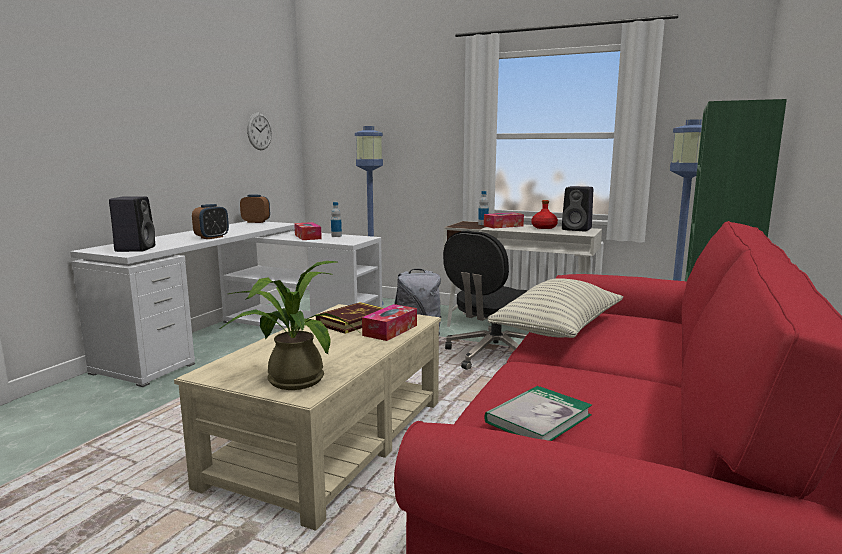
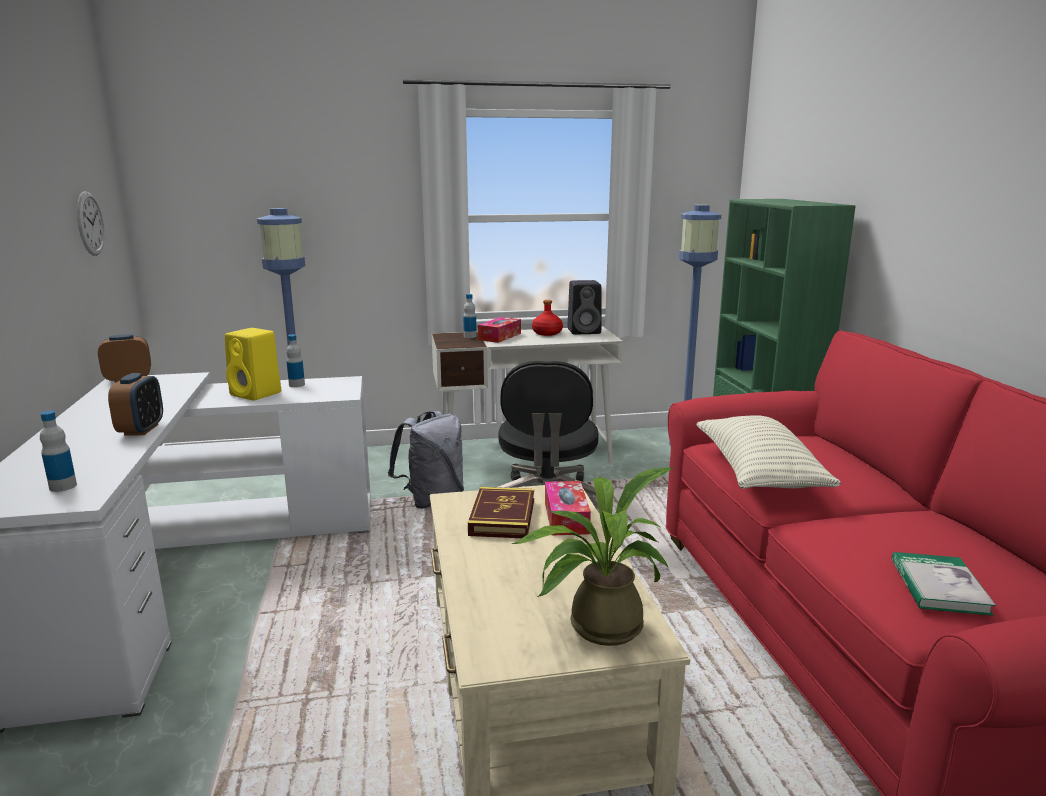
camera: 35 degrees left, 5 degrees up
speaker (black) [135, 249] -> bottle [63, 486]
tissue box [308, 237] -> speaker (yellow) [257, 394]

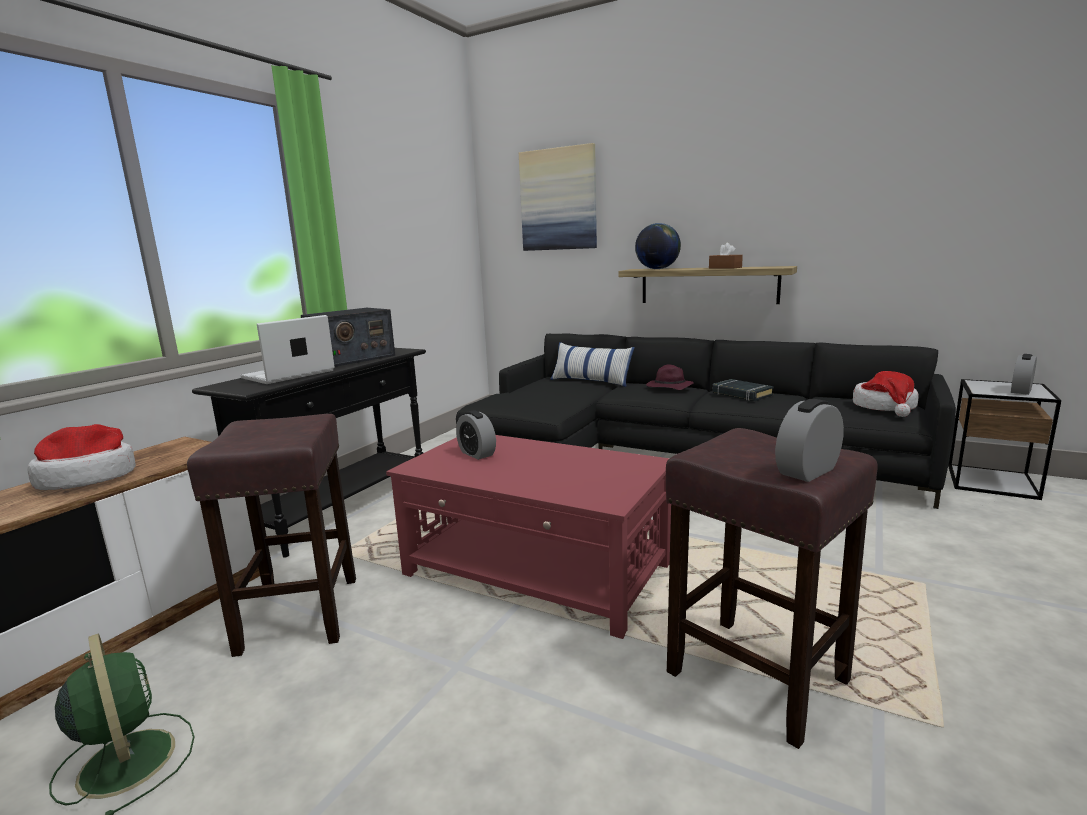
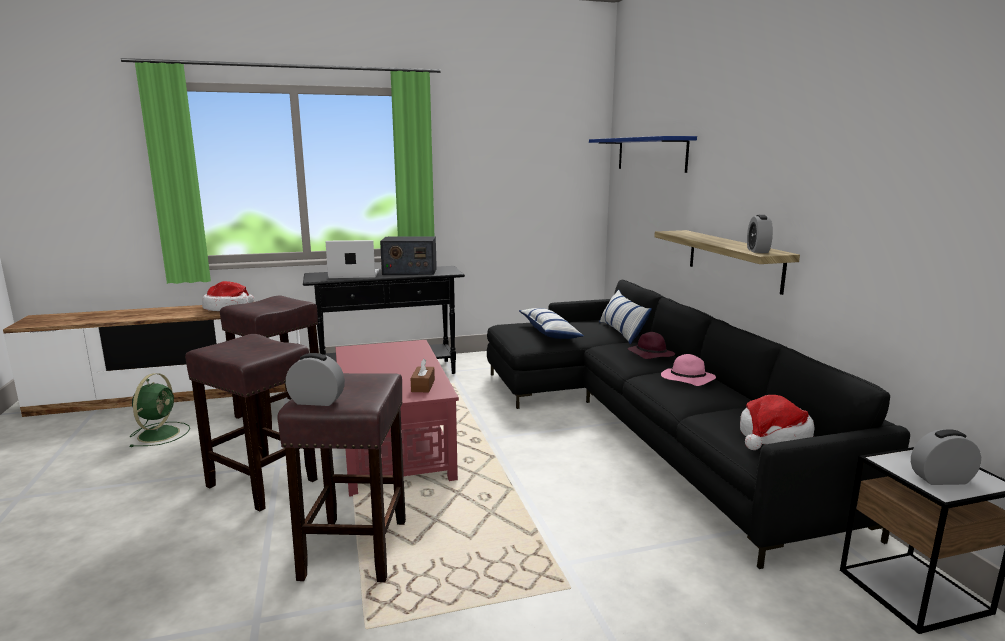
camera: 45 degrees right, 0 degrees up
none -> stool (brown) [264, 483]
tissue box (brown) [725, 268] -> tissue box (brown) [423, 386], moved
none -> pillow [549, 332]
picture [558, 199] -> shelf (blue) [651, 154]
book (black) [741, 394] -> hat (pink) [686, 379]
alarm clock [477, 454] -> alarm clock [757, 251], moved
globe [657, 269] -> none

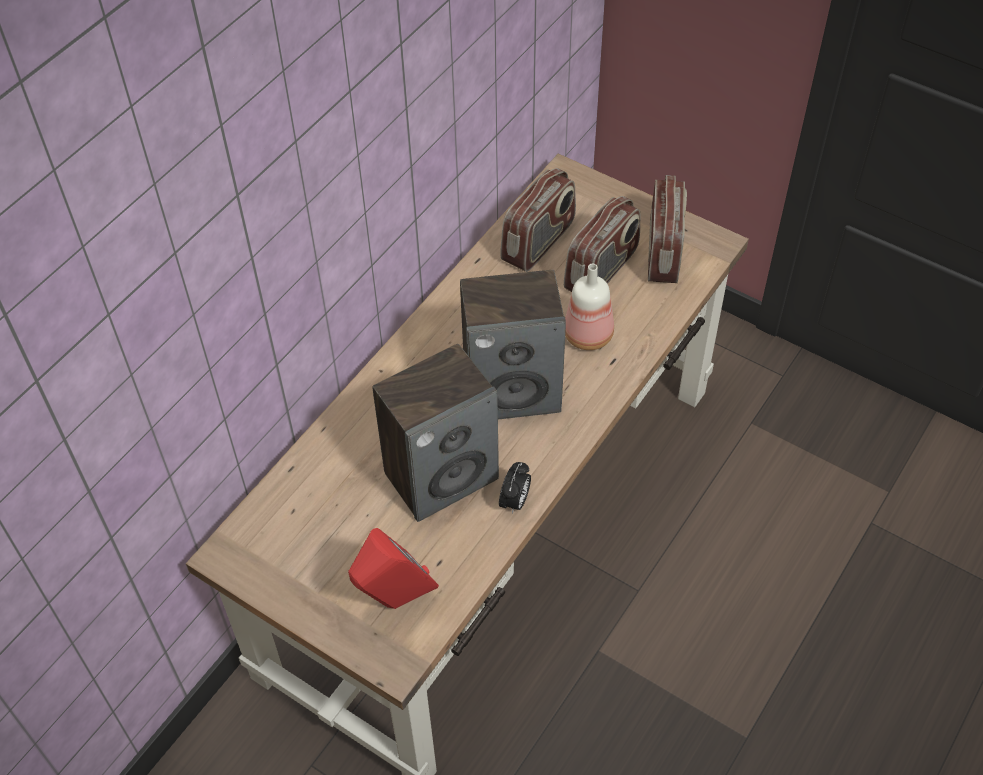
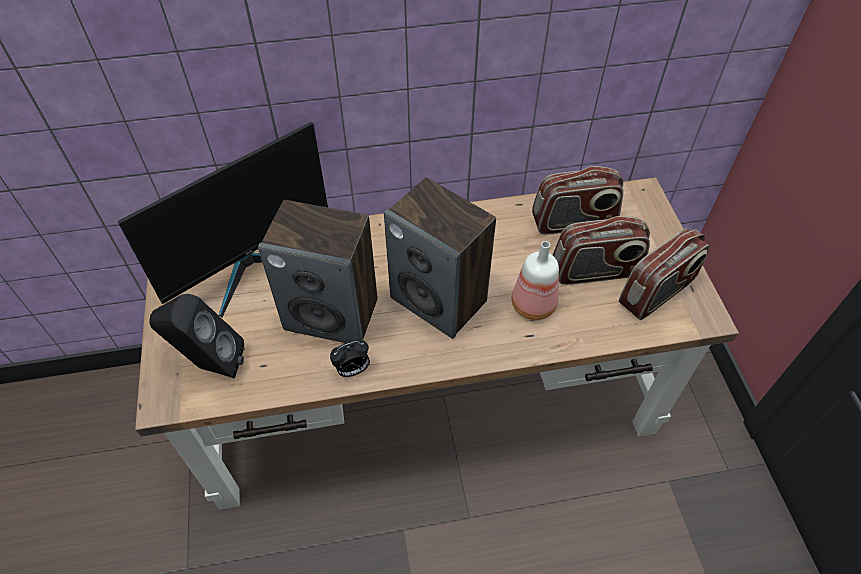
camera: 45 degrees right, 0 degrees up
none -> monitor [252, 266]
speaker (red) [394, 601] -> speaker (black) [210, 365]

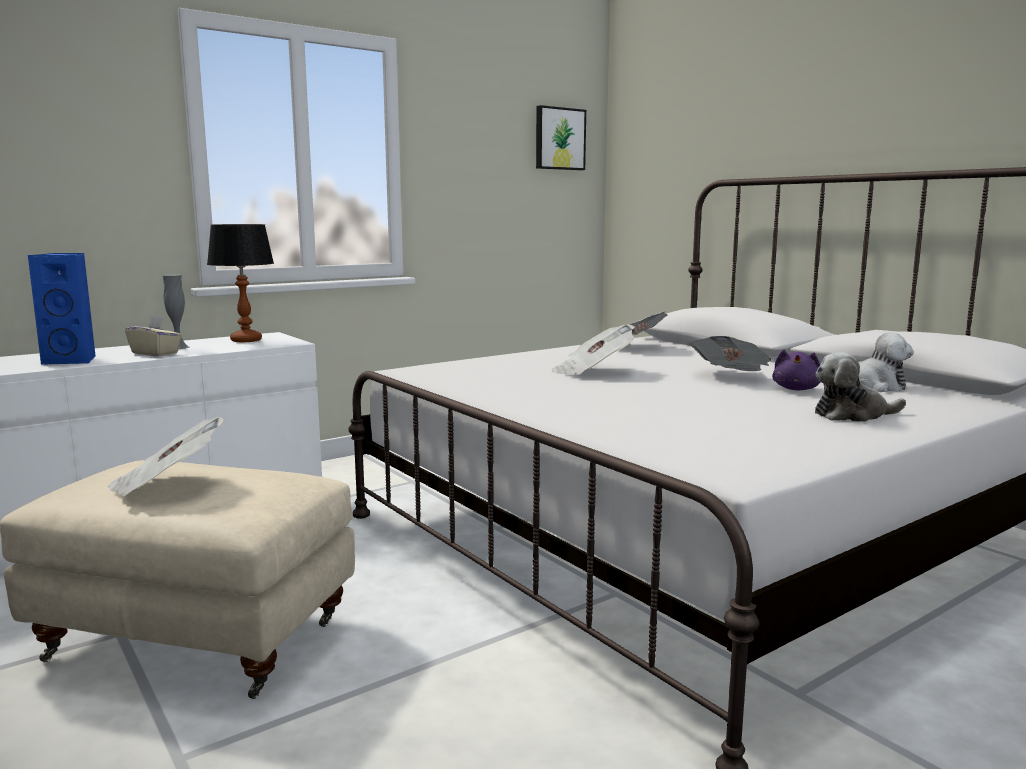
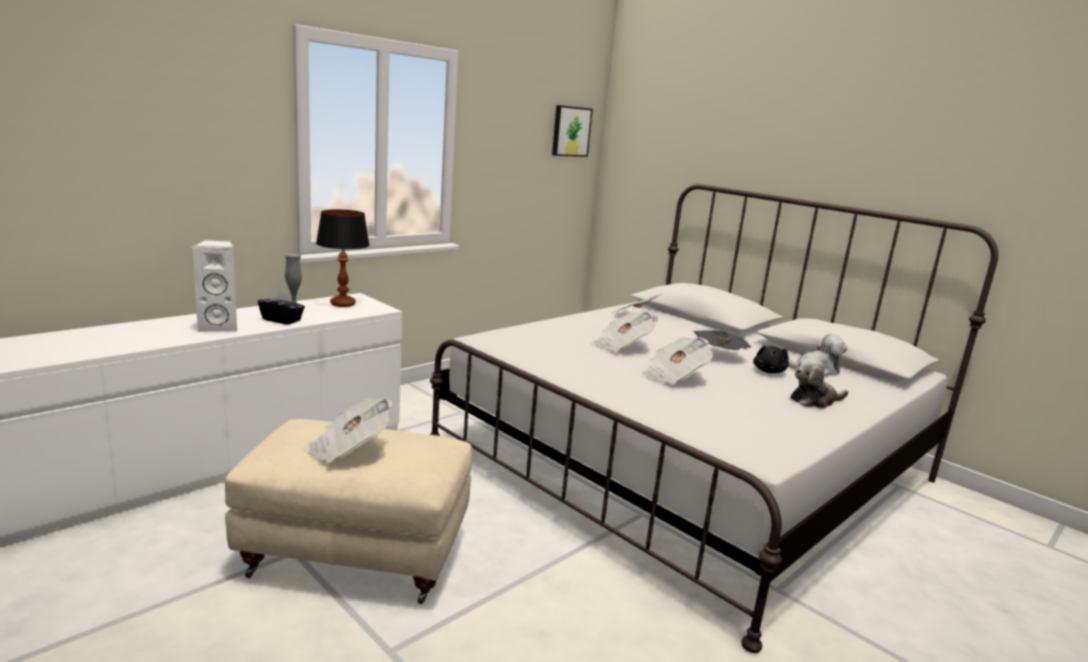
camera: 10 degrees left, 5 degrees up
speaker (blue) [73, 360] -> speaker (white) [220, 327]
tissue box (beige) [155, 353] -> tissue box (black) [282, 320]
none -> newspaper [673, 377]
plush toy (purple) [796, 389] -> plush toy (black) [769, 371]

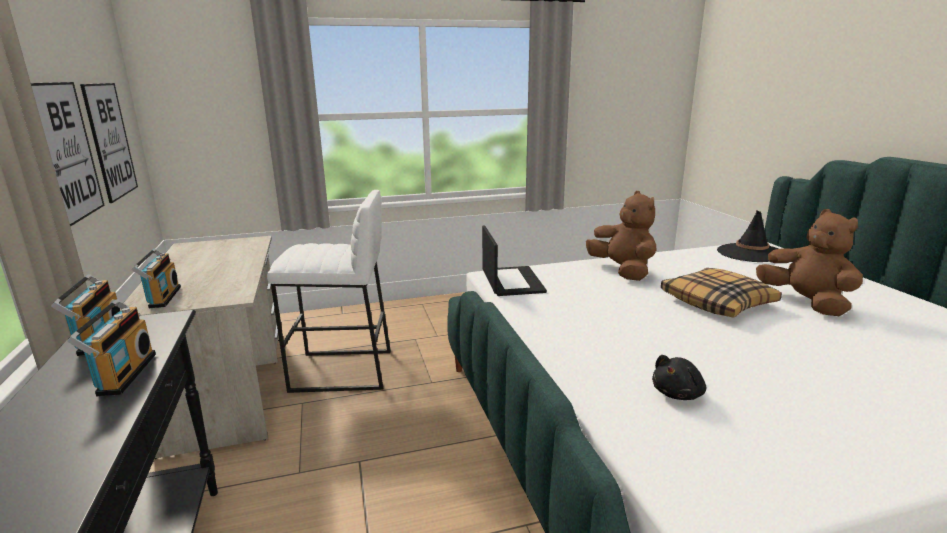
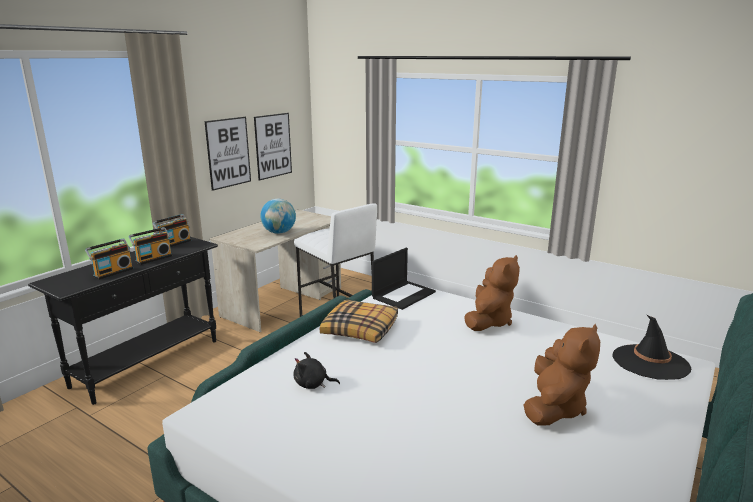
camera: 50 degrees right, 0 degrees up
radio [162, 297] -> radio [113, 272], moved
none -> globe [279, 232]
pillow [717, 302] -> pillow [360, 329], moved

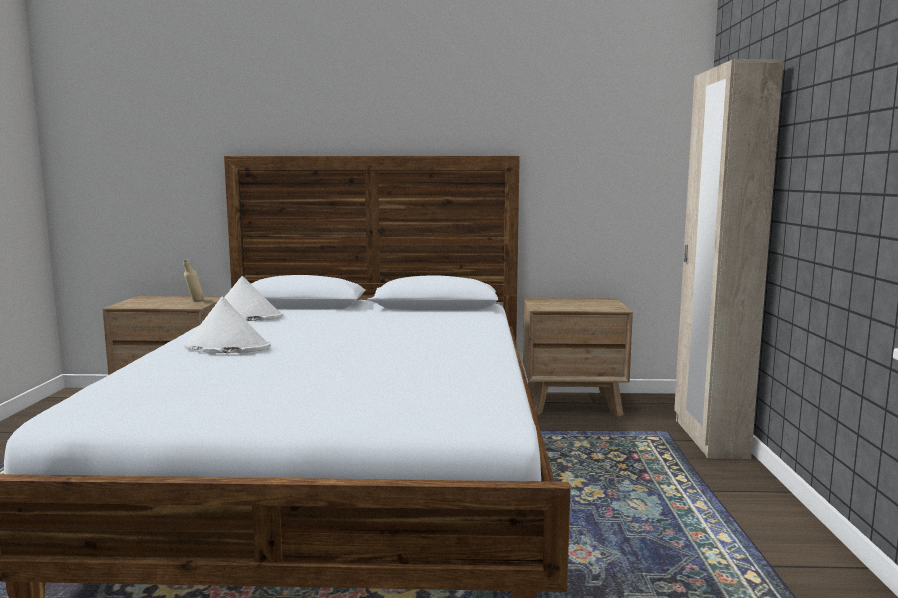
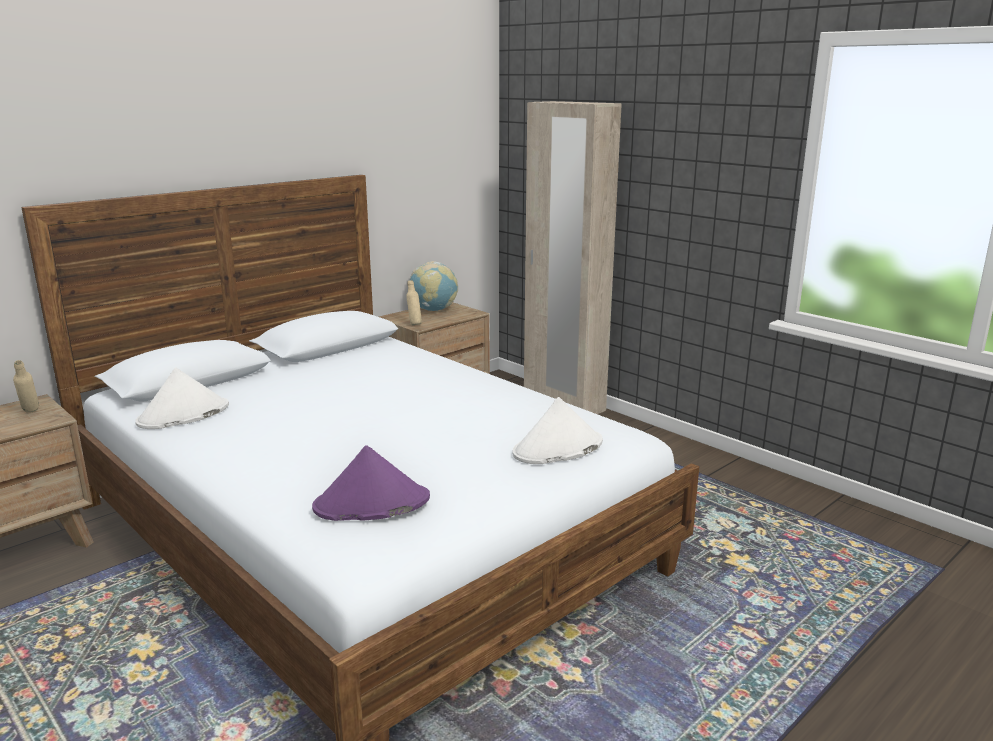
camera: 45 degrees left, 10 degrees up
none -> hat (purple) [371, 504]
none -> bottle (beige) [414, 324]
none -> globe [433, 310]
hat (white) [226, 347] -> hat (white) [557, 448], moved

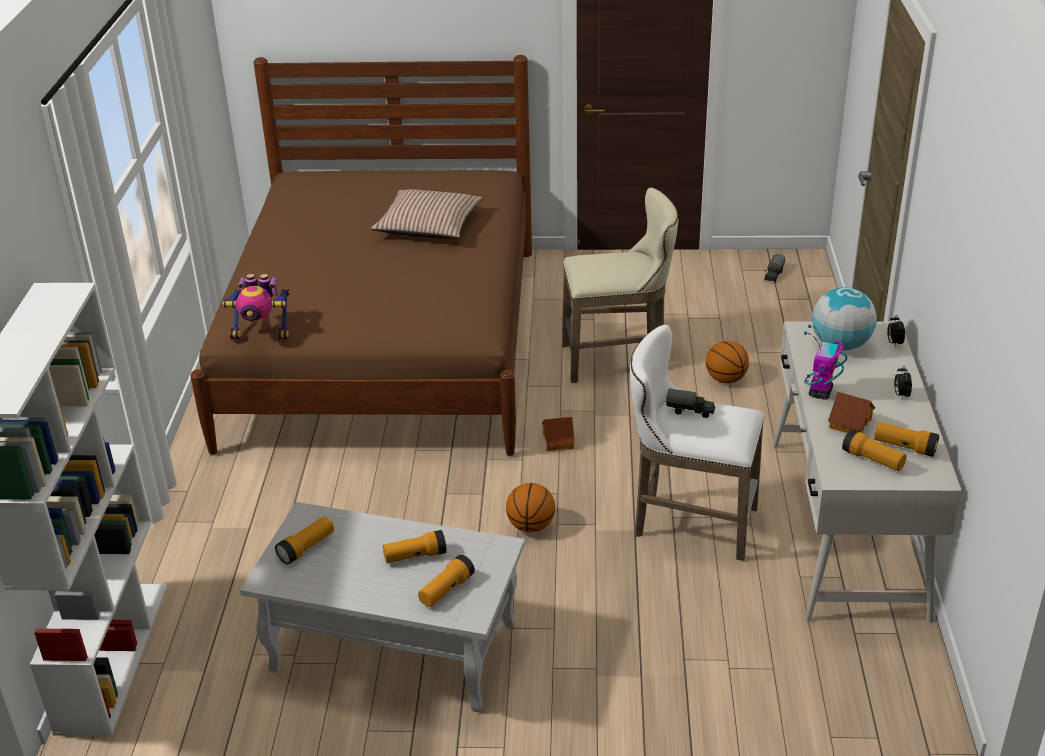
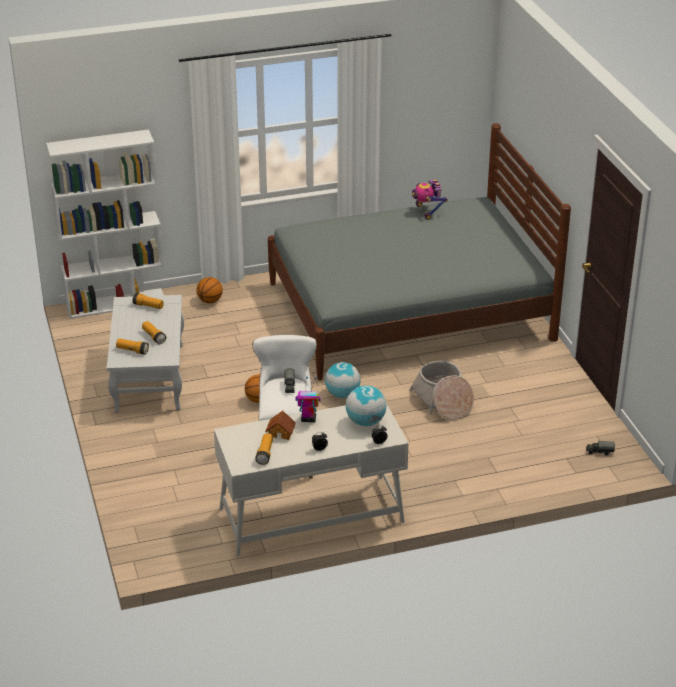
camera: 70 degrees right, 0 degrees up
basketball [726, 379] -> basketball [210, 301], moved
bed (brown) [385, 343] -> bed (grey) [409, 311]
toy house [558, 441] -> globe [342, 394]
stool (beige) [619, 360] -> basket [443, 401]
toy robot [261, 334] -> toy robot [427, 211], moved
pillow [428, 226] -> none
flashlight [872, 460] -> none

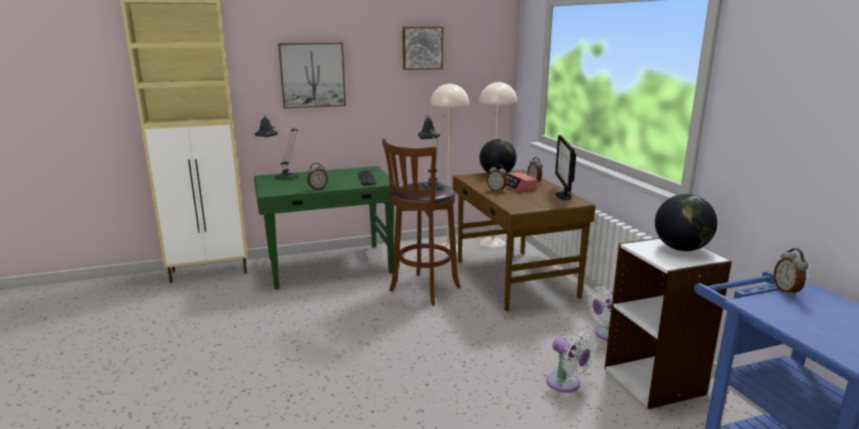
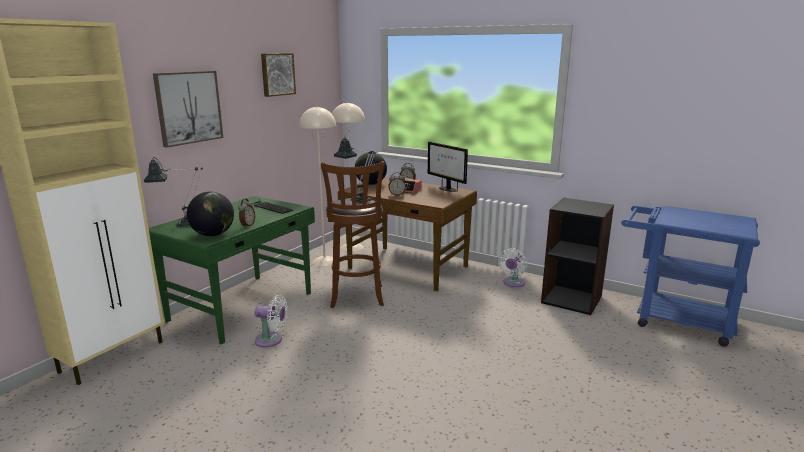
camera: 40 degrees left, 0 degrees up
globe [681, 249] -> globe [213, 234], moved
fan (white) [566, 384] -> fan (white) [271, 340], moved
bookcase (white) [654, 381] -> bookcase (black) [572, 299]
alarm clock [787, 291] -> none

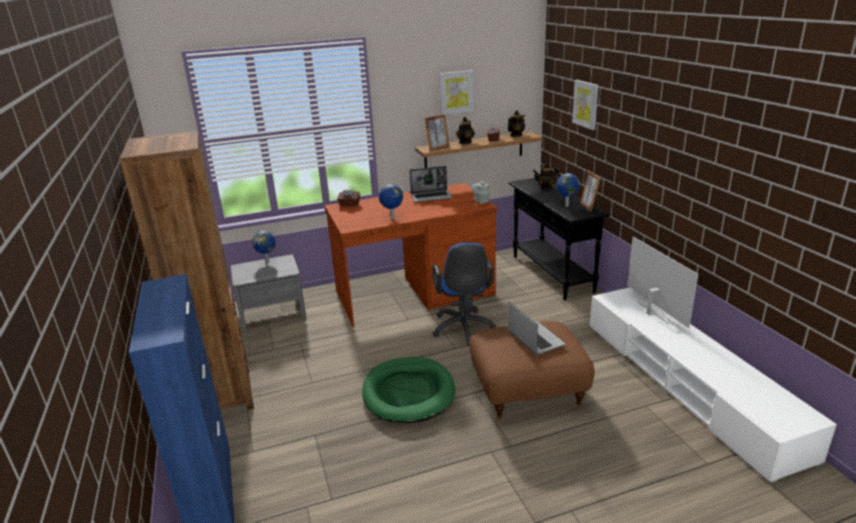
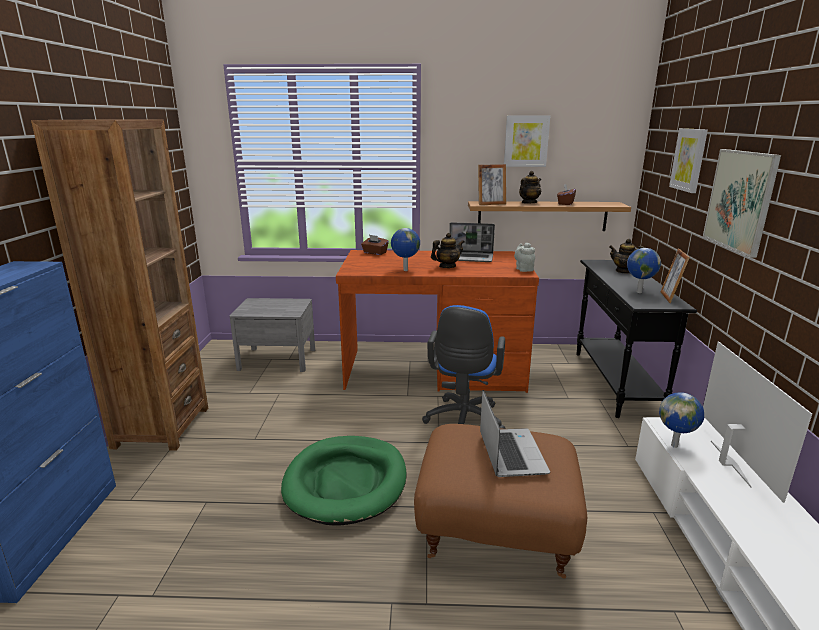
camera: 20 degrees right, 5 degrees down
teapot [515, 135] -> teapot [447, 266], moved
globe [268, 262] -> globe [675, 445], moved
none -> picture [740, 200]

